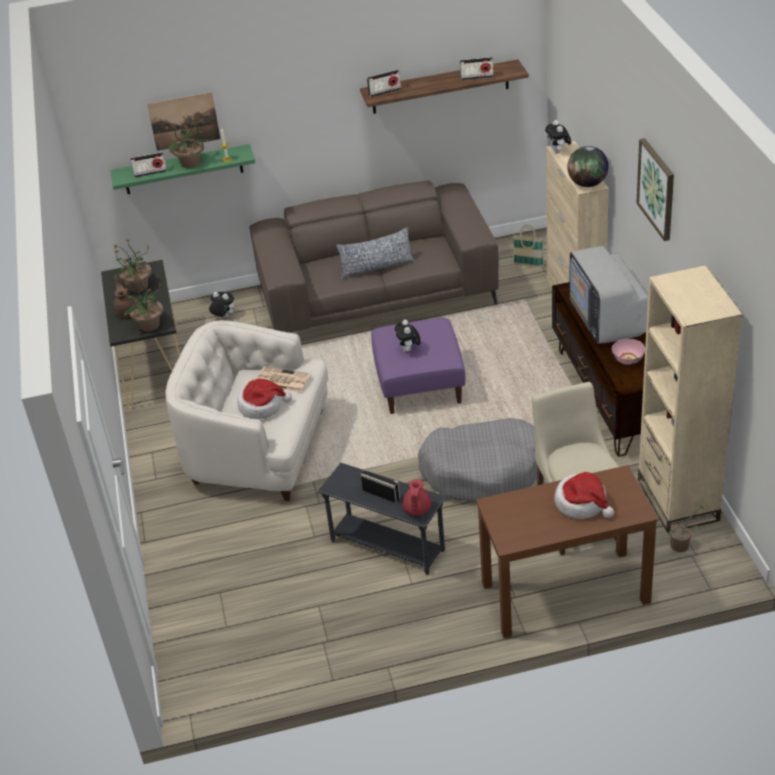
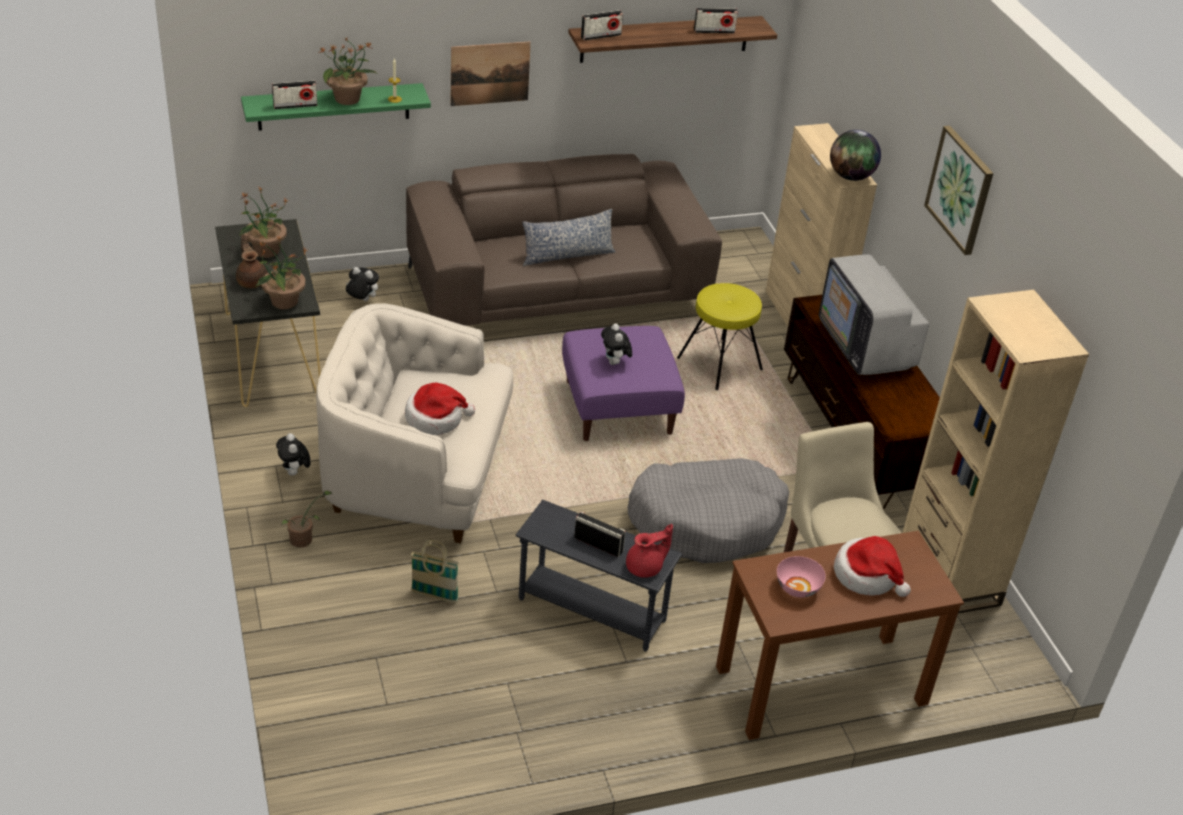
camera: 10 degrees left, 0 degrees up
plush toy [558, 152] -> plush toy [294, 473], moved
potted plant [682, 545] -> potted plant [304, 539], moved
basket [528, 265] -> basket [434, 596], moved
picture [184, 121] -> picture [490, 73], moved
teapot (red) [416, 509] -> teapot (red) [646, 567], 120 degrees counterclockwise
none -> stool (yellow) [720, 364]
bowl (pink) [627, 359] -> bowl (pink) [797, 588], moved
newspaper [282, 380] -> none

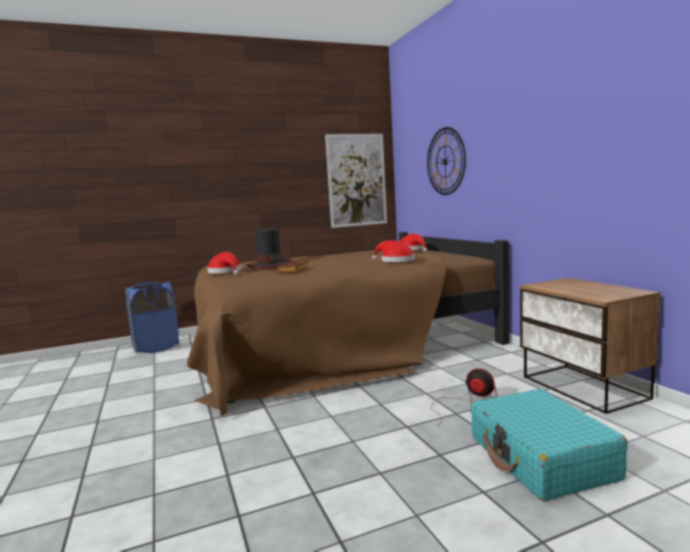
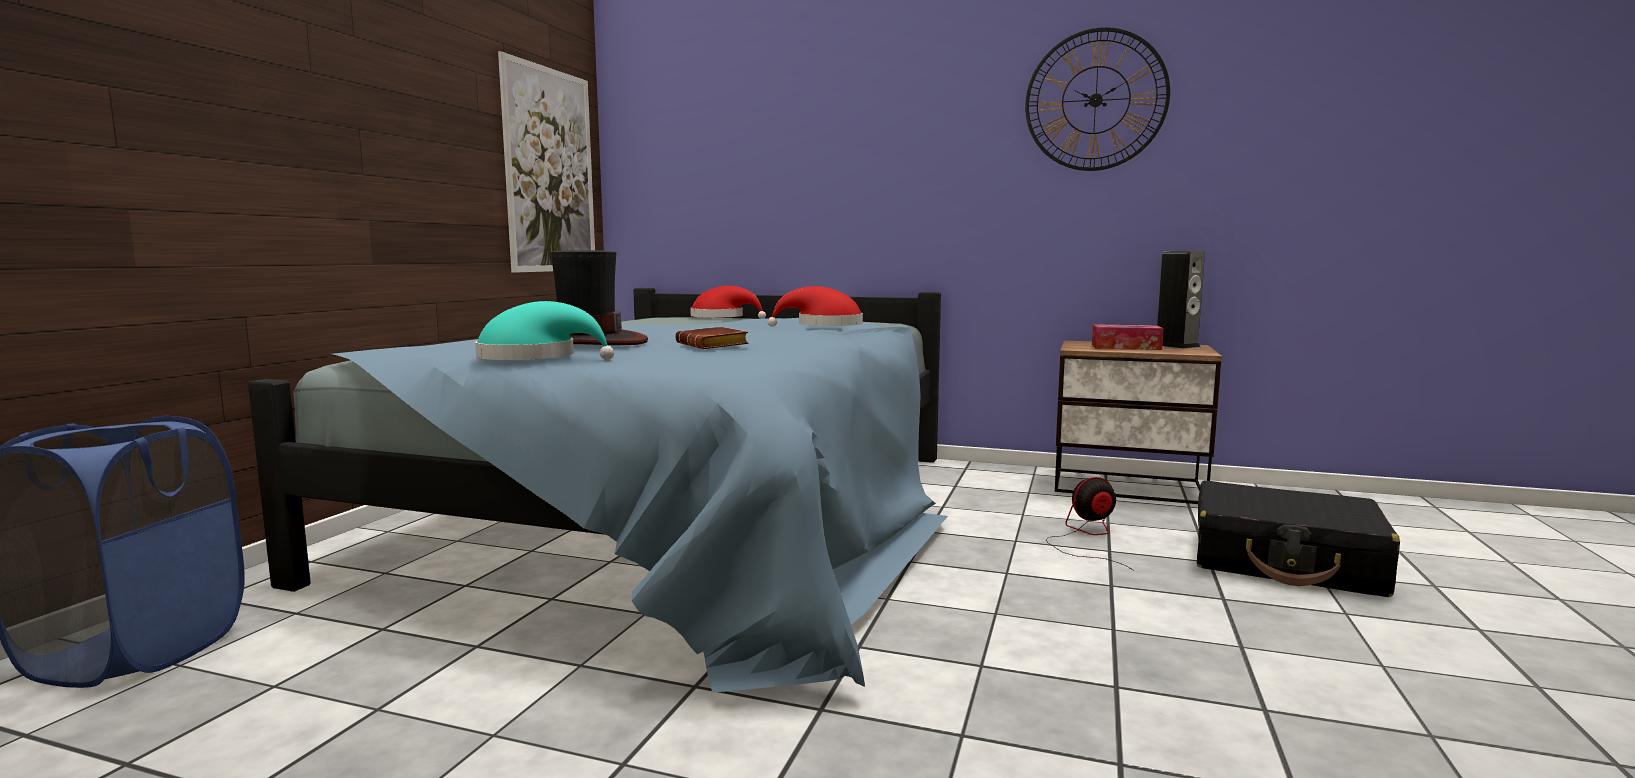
camera: 50 degrees left, 0 degrees up
bed (brown) [338, 344] -> bed (blue) [693, 515]
hat (red) [226, 272] -> hat (turquoise) [535, 358]
wall clock [445, 161] -> wall clock [1095, 100], moved
none -> tissue box [1125, 347]
none -> speaker [1176, 345]
suitcase (turquoise) [541, 458] -> suitcase (black) [1286, 562]

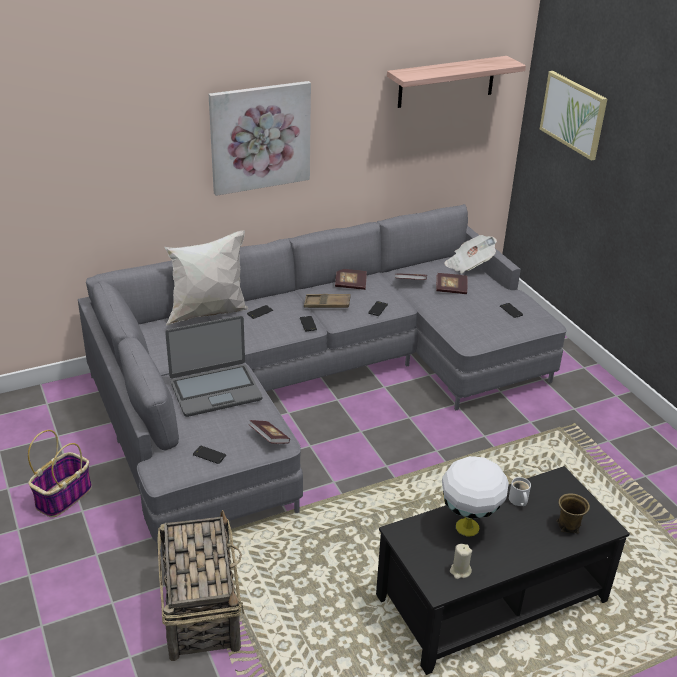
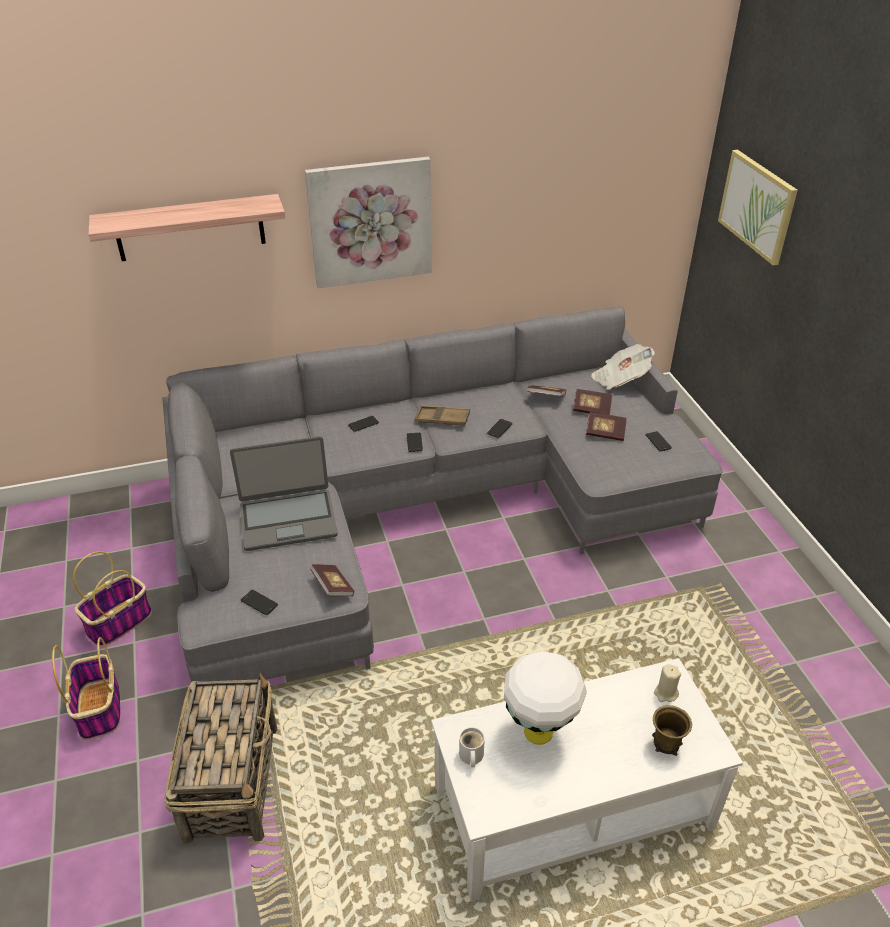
camera: 10 degrees right, 5 degrees up
none -> basket [100, 710]
shelf [446, 81] -> shelf [190, 228], moved
coffee table (black) [491, 596] -> coffee table (white) [572, 805]
mug (white) [518, 501] -> mug (white) [470, 756], moved
book [350, 285] -> book [605, 433], moved
candle (beige) [460, 571] -> candle (beige) [665, 693], moved
pillow (white) [209, 313] -> none

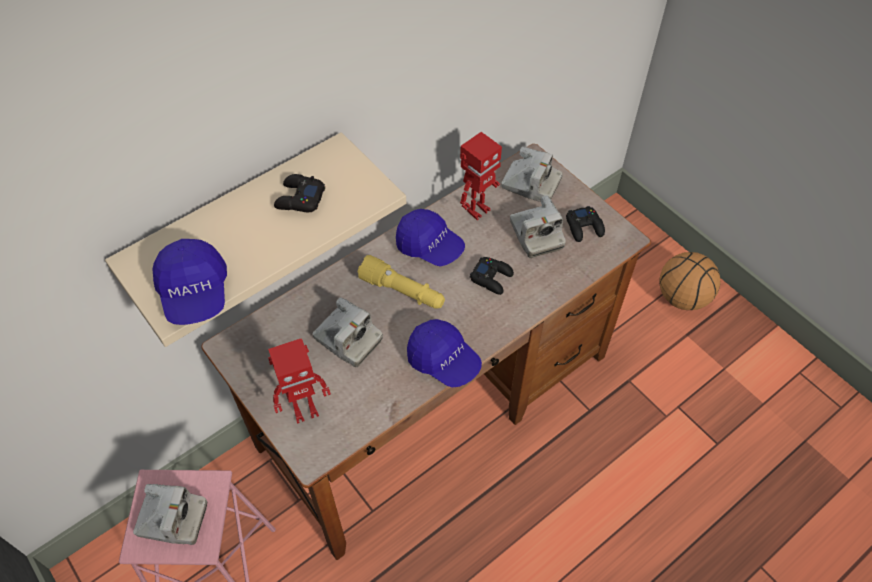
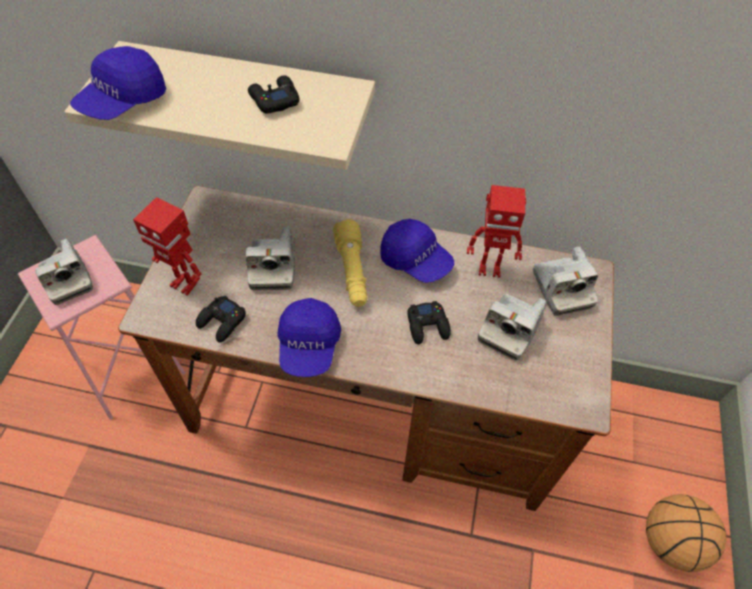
camera: 50 degrees right, 0 degrees up
game controller (black) [584, 227] -> game controller (black) [222, 322], moved
cap (blue) [429, 246] -> cap (blue) [415, 260], 45 degrees counterclockwise

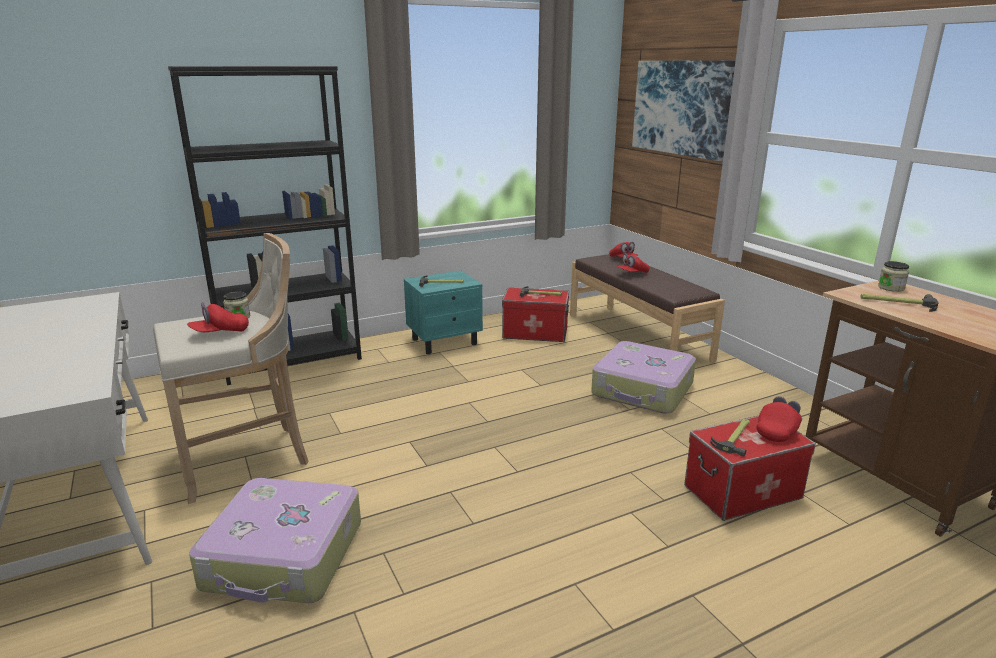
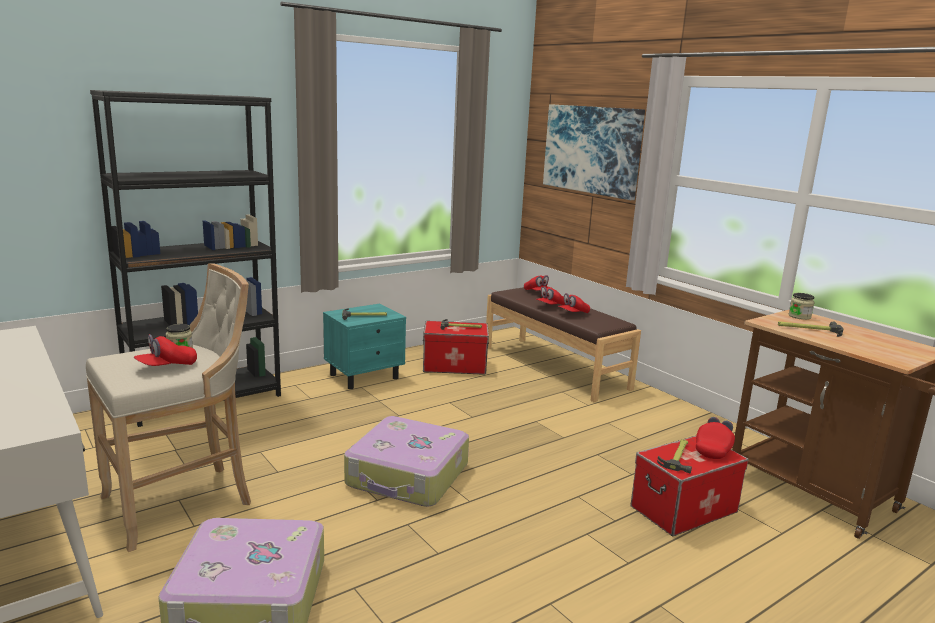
camera: 10 degrees left, 5 degrees down
suitcase [643, 390] -> suitcase [408, 476], moved
none -> cap (red) [573, 314]

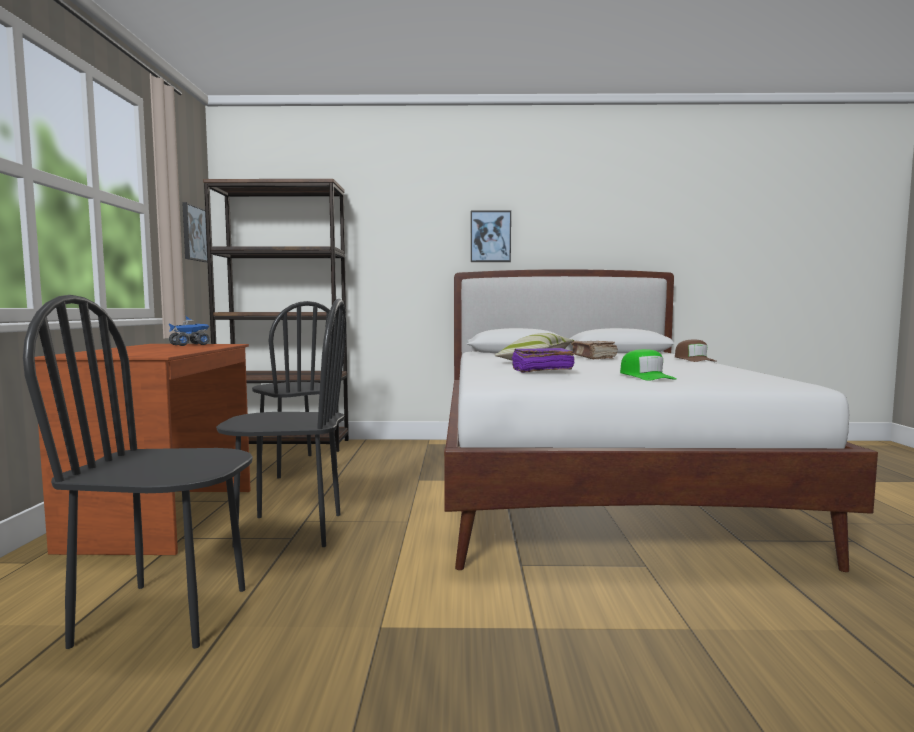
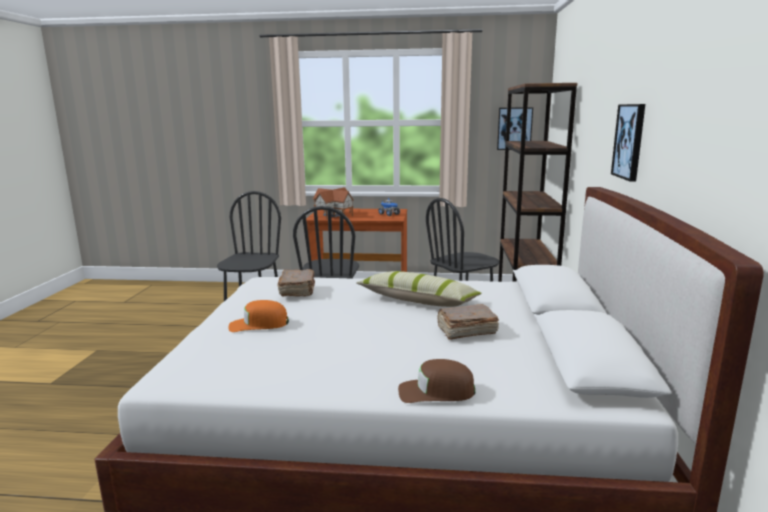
camera: 95 degrees right, 10 degrees up
cap (green) [645, 376] -> cap (orange) [259, 324]
book (purple) [541, 371] -> book (brown) [298, 291]
none -> toy house [332, 215]

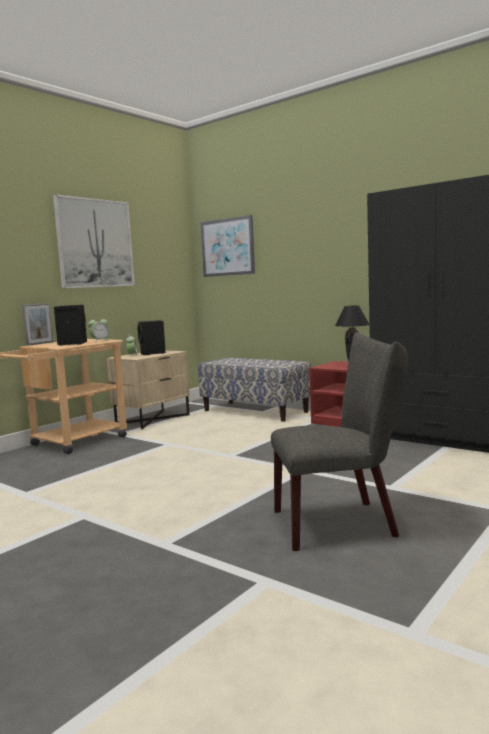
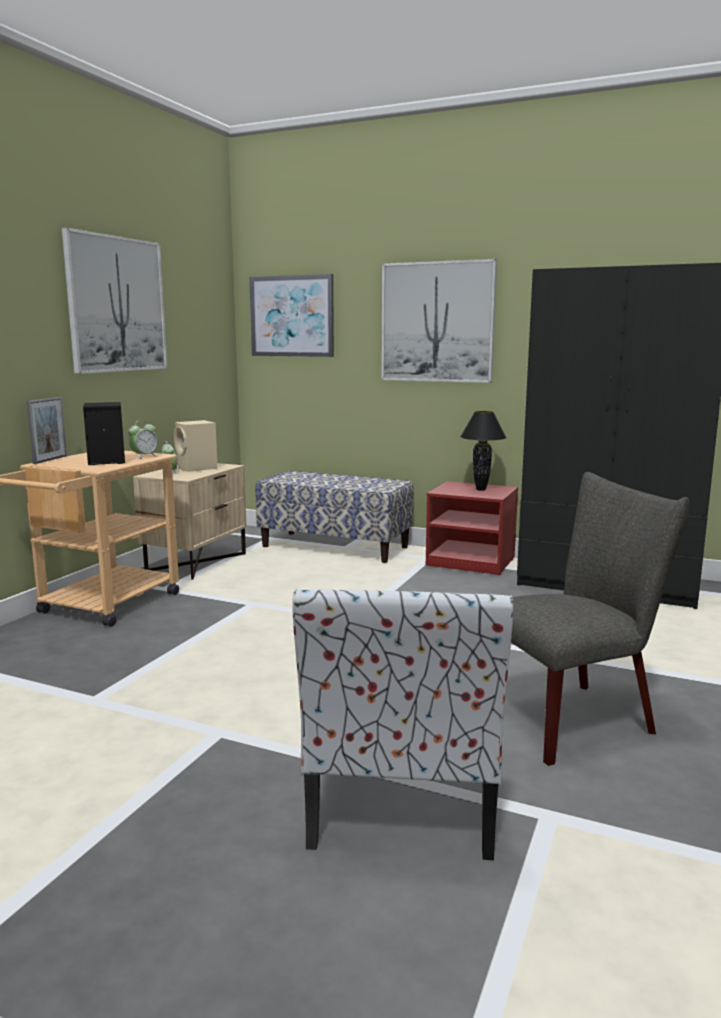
camera: 15 degrees left, 5 degrees up
speaker (black) [152, 353] -> speaker (beige) [197, 468]
none -> chair [401, 793]
none -> picture [437, 322]

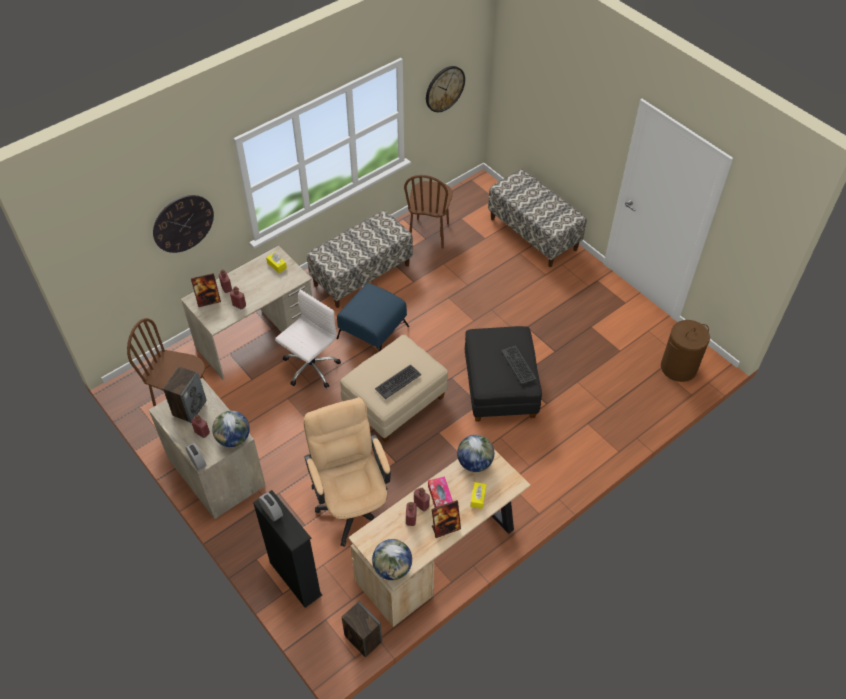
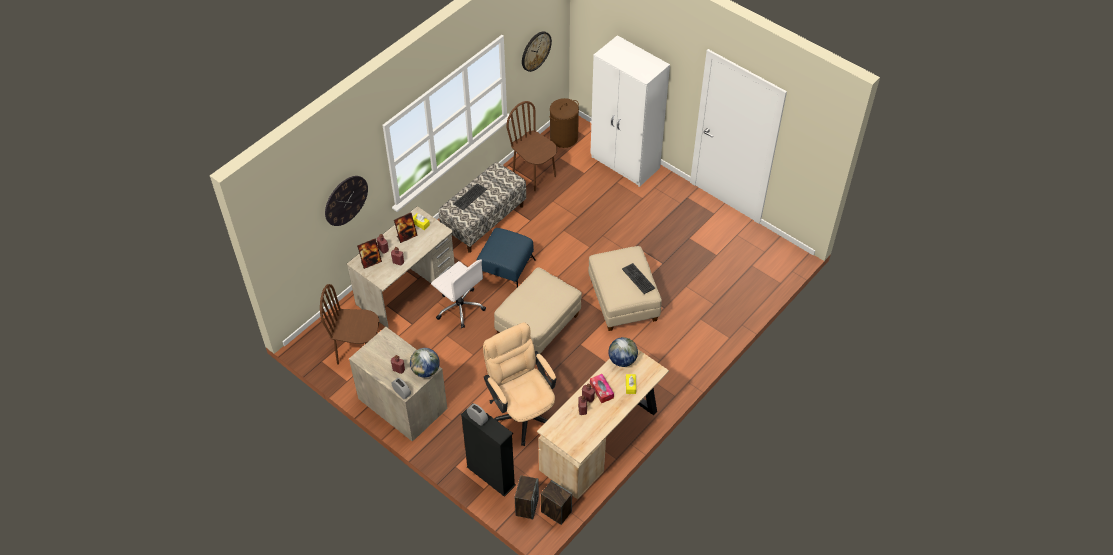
camera: 10 degrees left, 0 degrees up
picture frame [445, 528] -> picture frame [406, 236], moved
office chair (white) [310, 368] -> office chair (white) [459, 307], 105 degrees clockwise
keyboard [398, 381] -> keyboard [470, 196], moved
chair (brown) [429, 233] -> chair (brown) [534, 175], 135 degrees clockwise
speaker [189, 408] -> speaker [527, 506], moved
laundry basket (brown) [678, 367] -> laundry basket (brown) [564, 138], moved
ottoman (black) [500, 388] -> ottoman (beige) [623, 300]
bench [533, 234] -> wardrobe (white) [625, 163]
globe [392, 568] -> none

